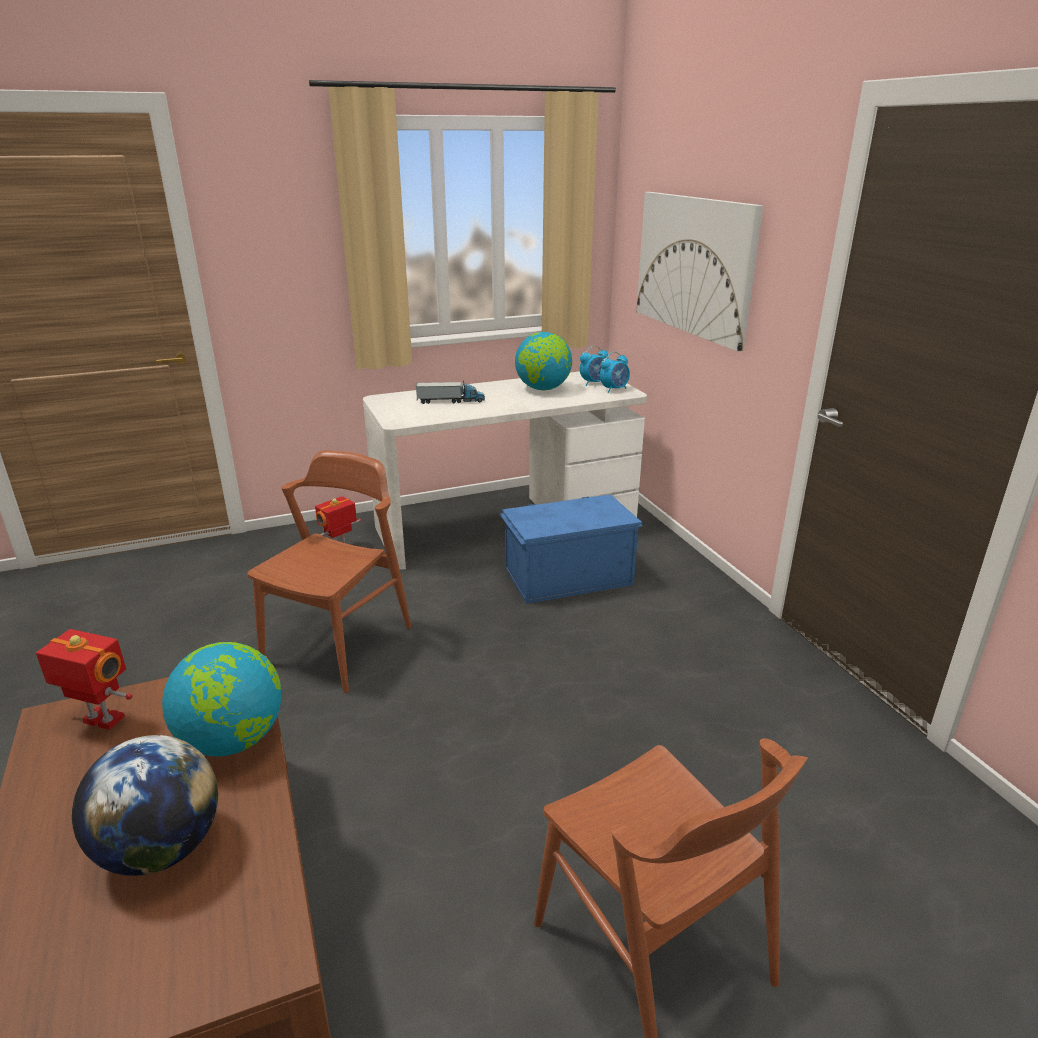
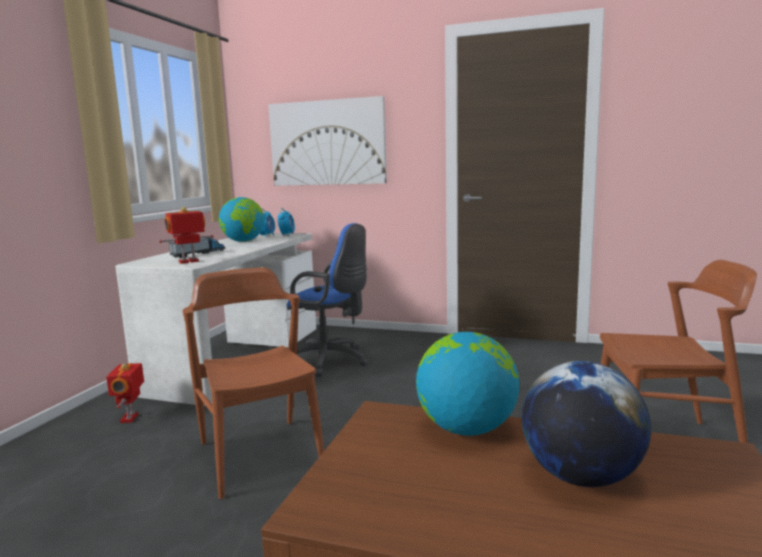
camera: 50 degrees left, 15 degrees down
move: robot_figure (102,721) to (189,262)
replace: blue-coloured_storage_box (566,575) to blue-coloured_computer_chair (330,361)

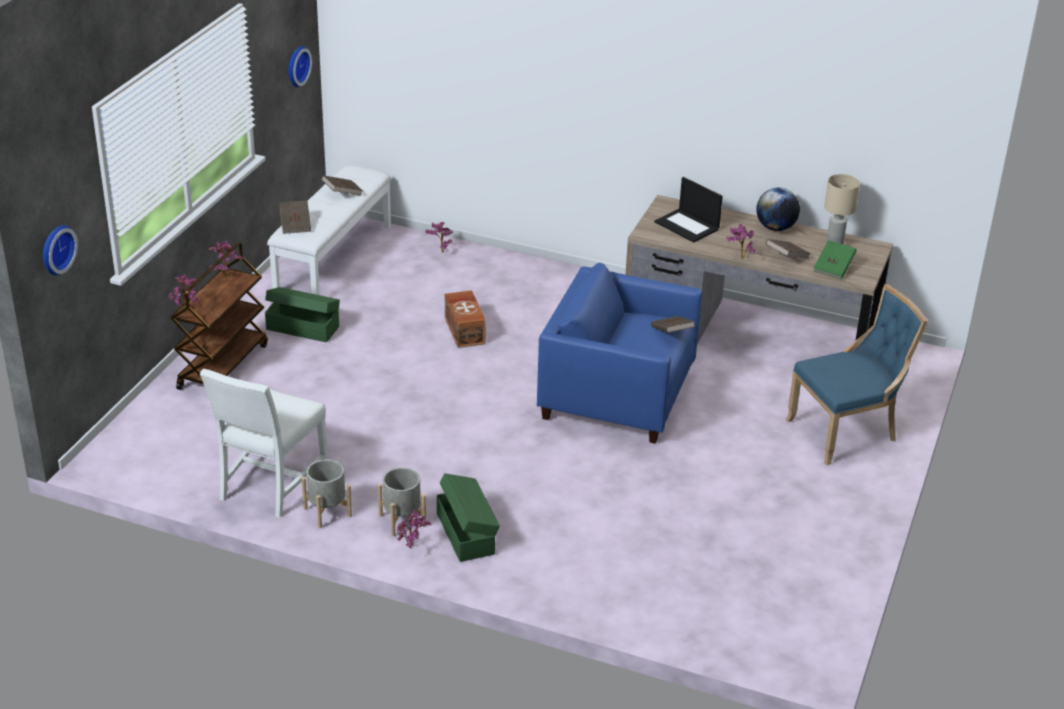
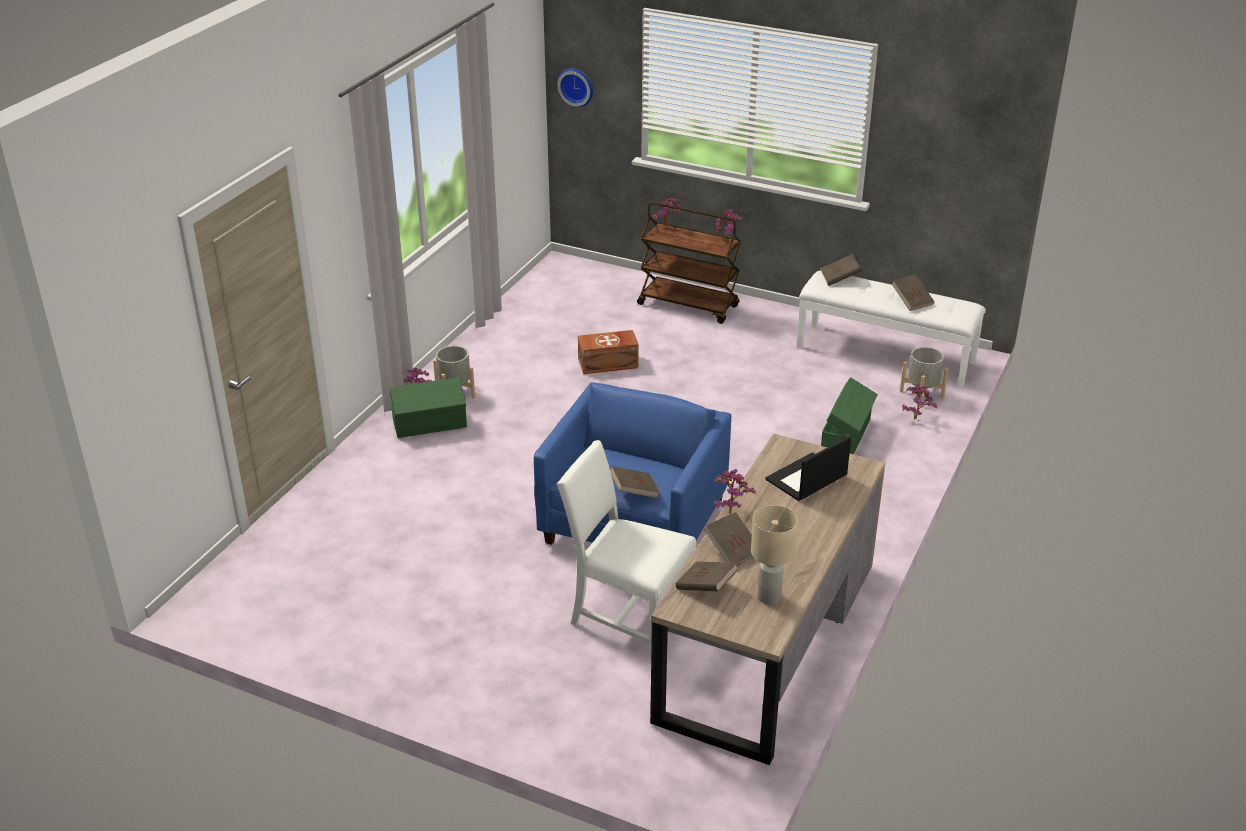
camera: 95 degrees right, 0 degrees up
delete: hanging_clock (296,65); world_globe (775,228); blue-coloured_chair (846,432)
move: white_chair (270,484) to (627,615); green_storage_box (302,327) to (847,434); grey_flower_pot (327,512) to (921,394); brownish_storage_box (465,330) to (609,364)
recolor: green_book (833,268) to brownish_book (706,587)

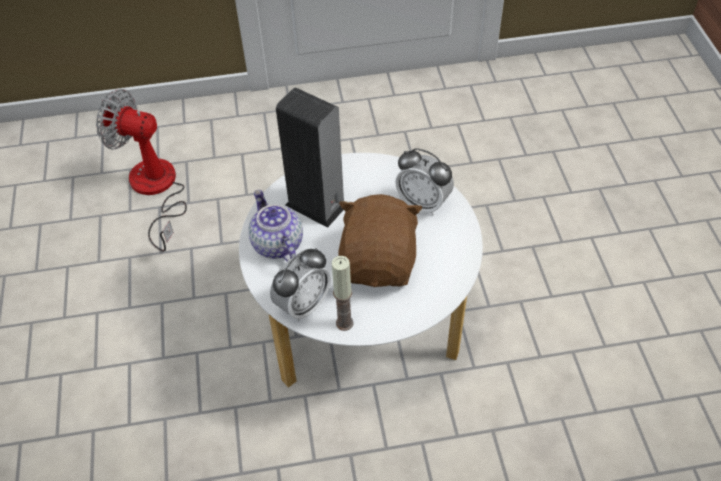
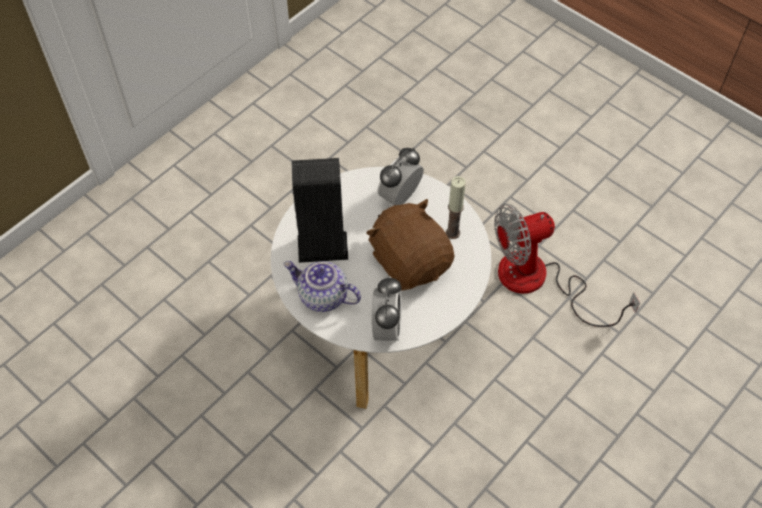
camera: 40 degrees left, 5 degrees up
move: cooling_fan (155,190) to (538,282); wax_light (344,323) to (452,233)
rotate: table_clock (423,203) = (400,197) 135 degrees clockwise

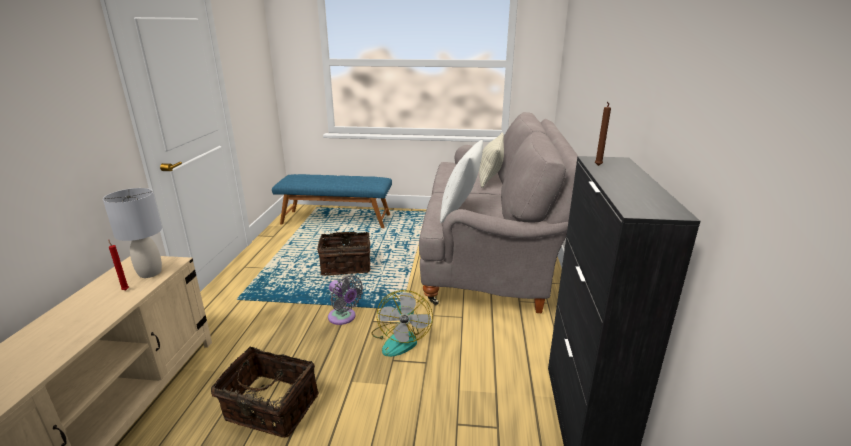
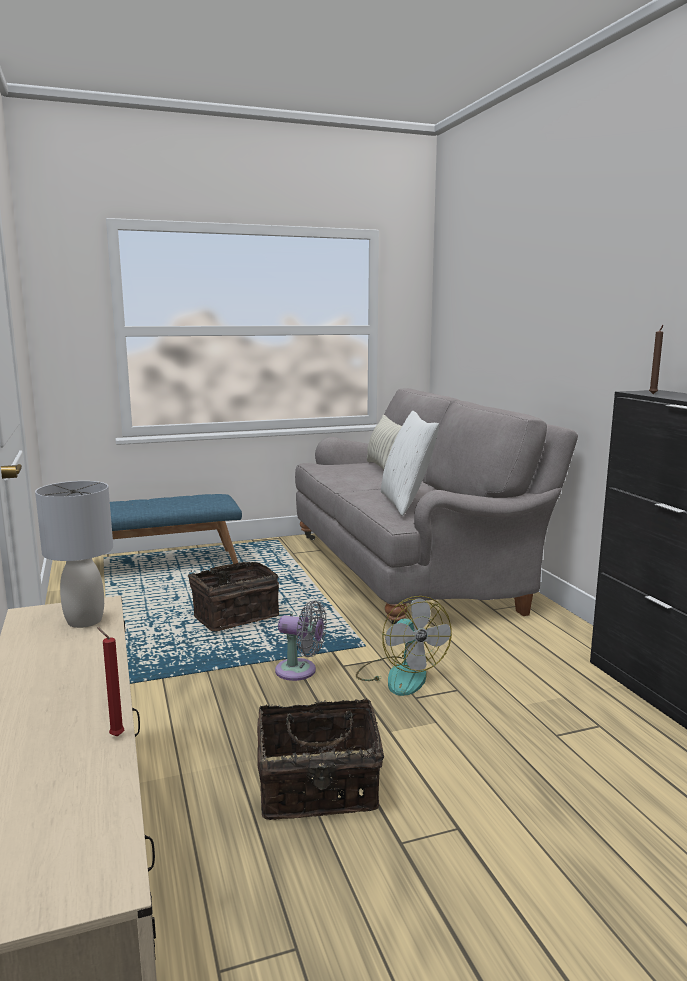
camera: 25 degrees left, 10 degrees down
move: red_wax_light (125,290) to (115,735)

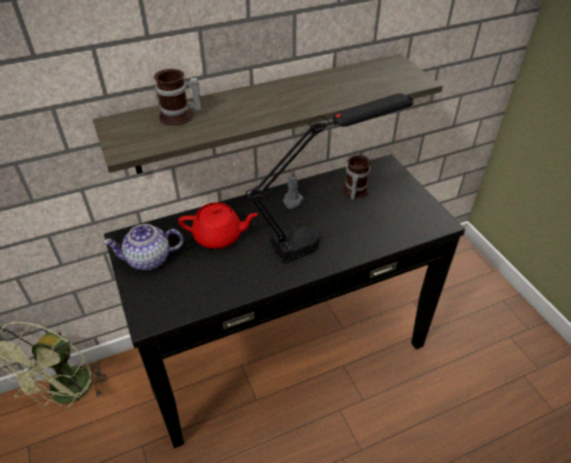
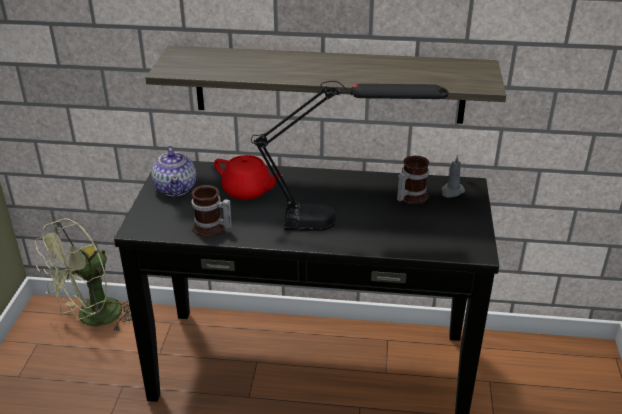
camera: 30 degrees right, 10 degrees down
move: mug (180,117) to (211,229); grey_wax_light (292,201) to (452,191)
rotate: teapot (149,259) = (176,188) 120 degrees counterclockwise

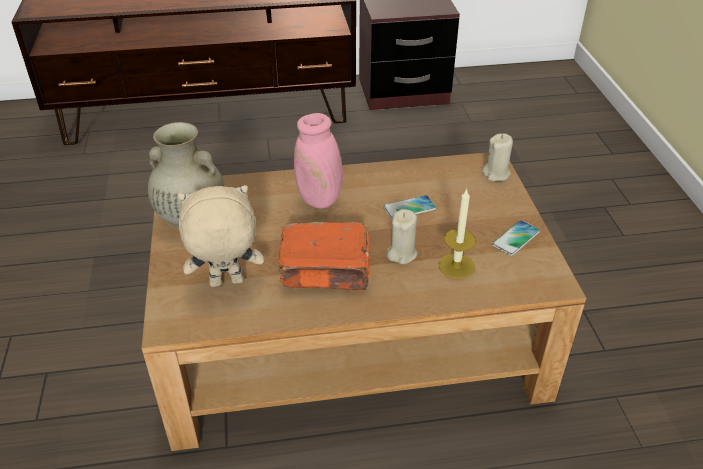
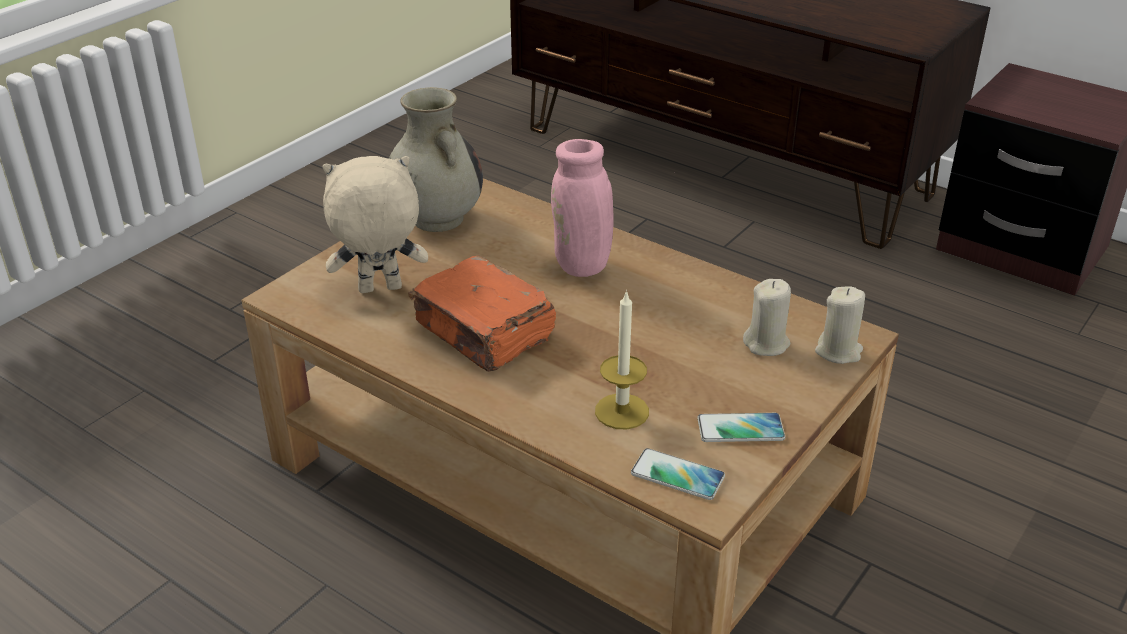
camera: 45 degrees right, 5 degrees down
move: telephone (409,208) to (677,475); sand-coloured_wax_light (401,253) to (766,344)
rotate: sand-coloured_plush_toy (226,283) = (379,290) 45 degrees counterclockwise

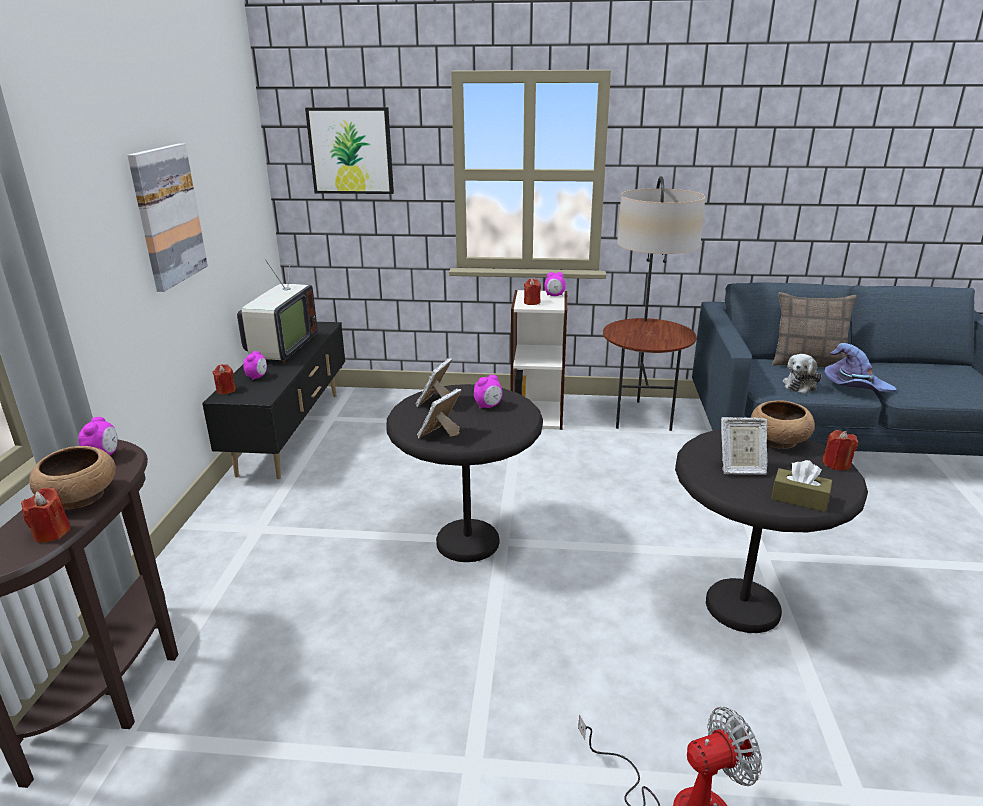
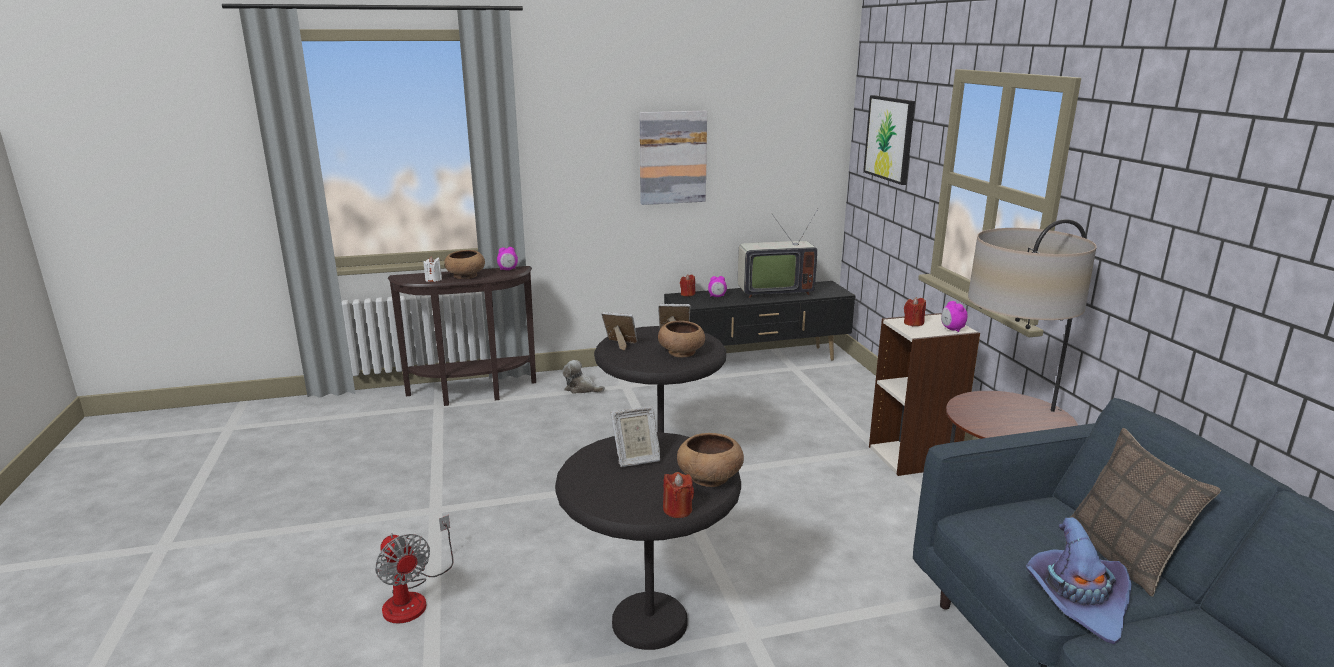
camera: 70 degrees right, 5 degrees down
delete: brownish_box_of_tissues (799,499)
move: plush_toy (800,385) to (581,389)
replace: table_clock (488,406) to brownish_deep_dish (681,352)
recolor: red_wax_light (51,533) to white_wax_light (433,280)
rotate: standing_frame (740,468) = (636,459) 90 degrees counterclockwise

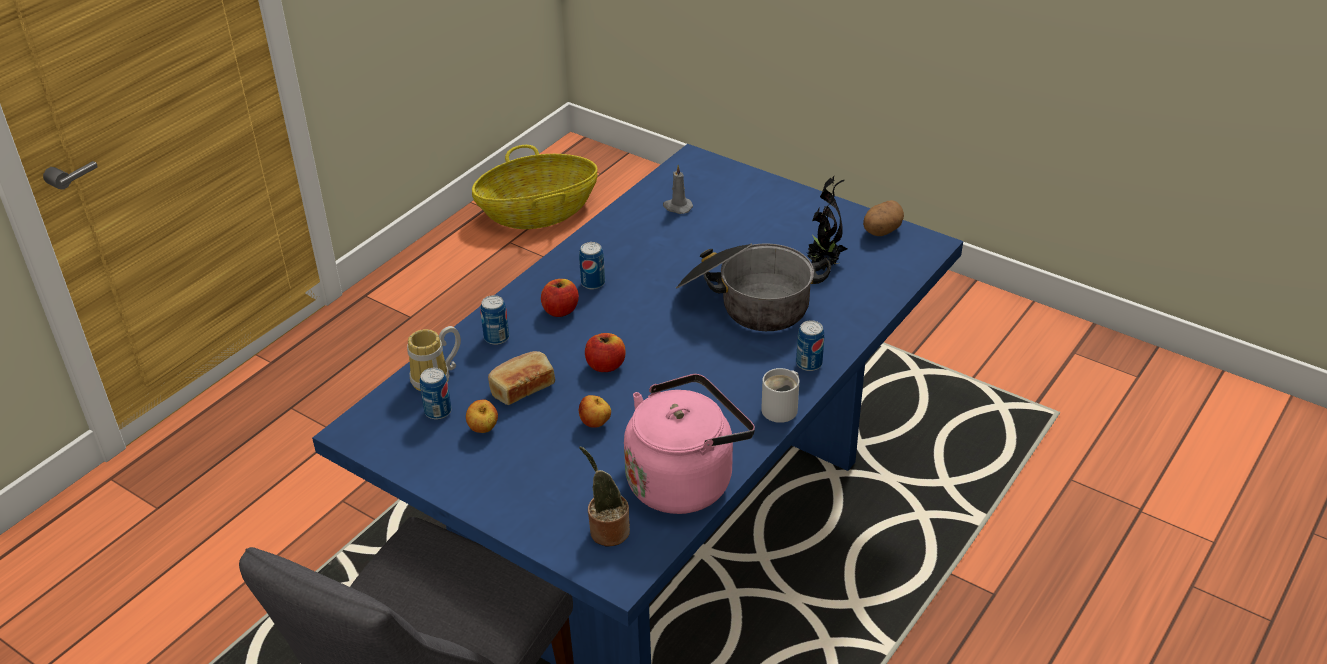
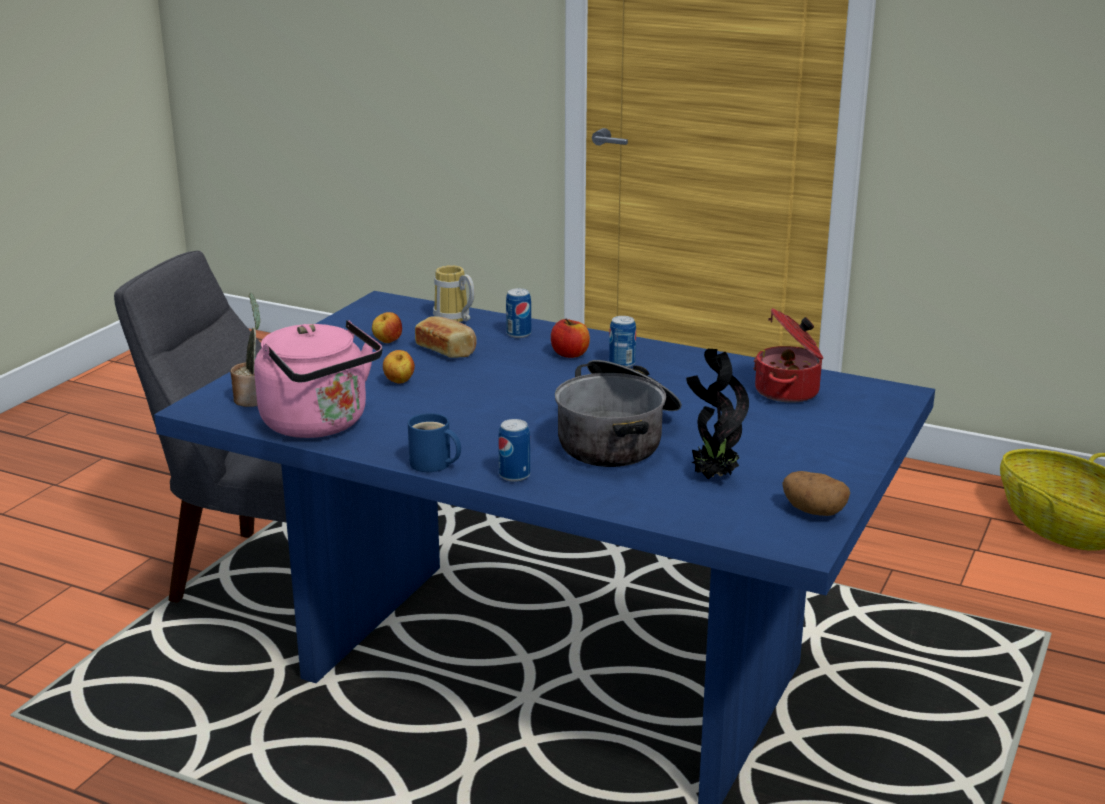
camera: 80 degrees right, 15 degrees down
delete: sealed_can (438,411); apple (605,365)
replace: grey_wax_light (677,207) to cooking_pot (789,391)
recolor: white_mug (782,408) to blue-coloured_mug (433,464)

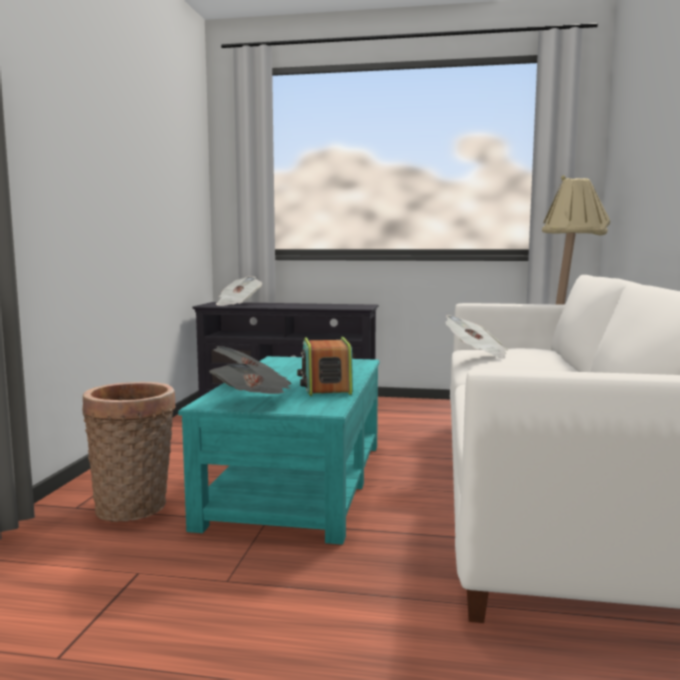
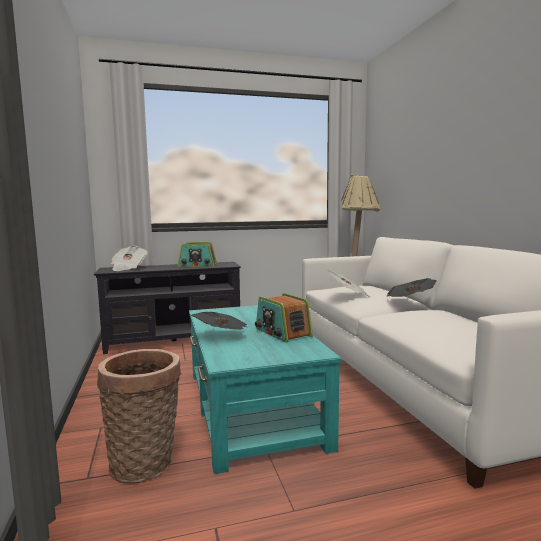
camera: 25 degrees left, 0 degrees up
insert: radio (197,265)
move: printed_paper (254,402) to (410,301)

